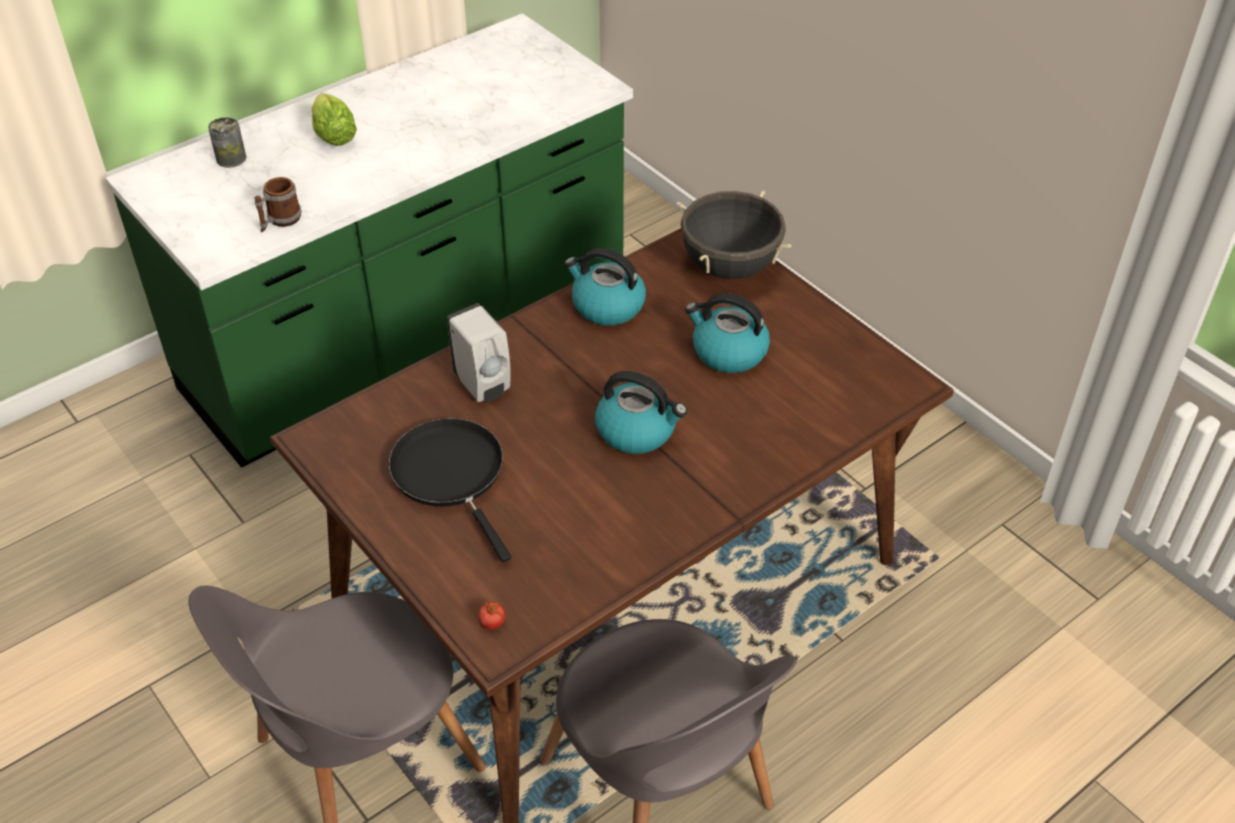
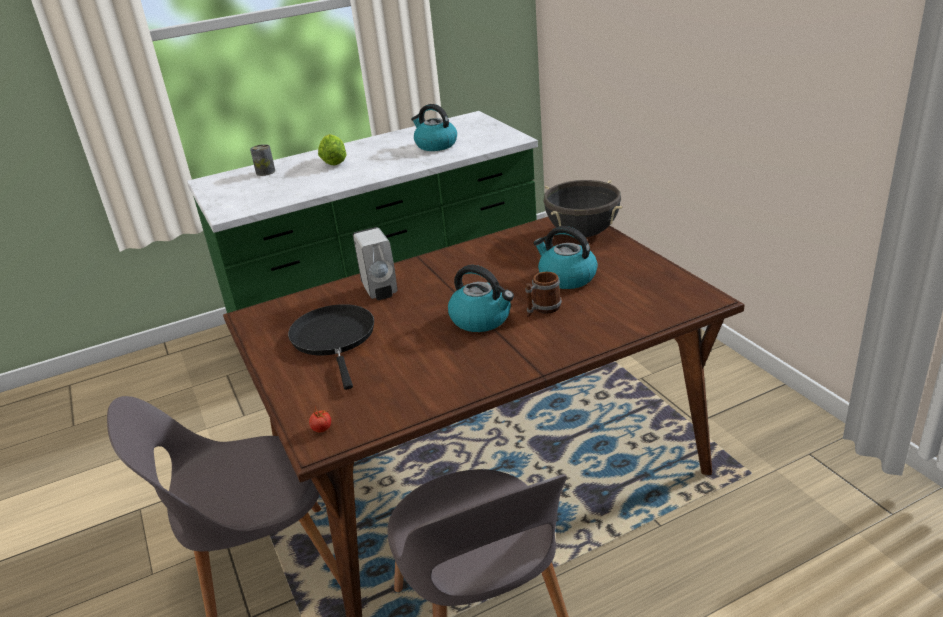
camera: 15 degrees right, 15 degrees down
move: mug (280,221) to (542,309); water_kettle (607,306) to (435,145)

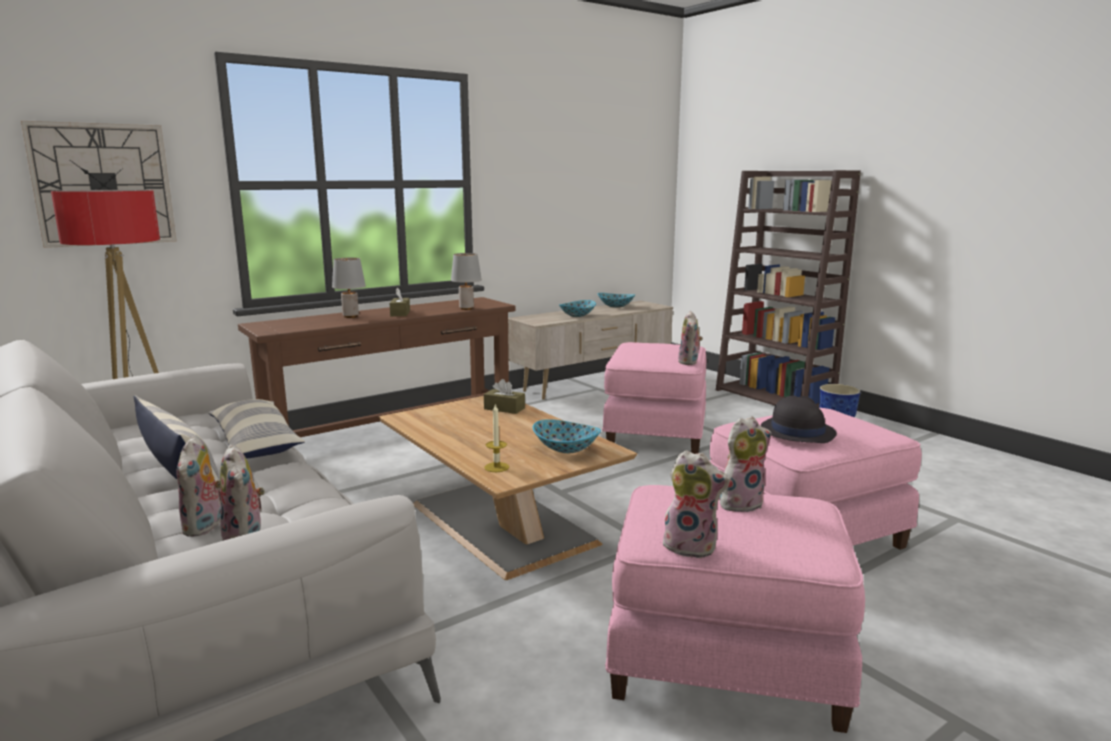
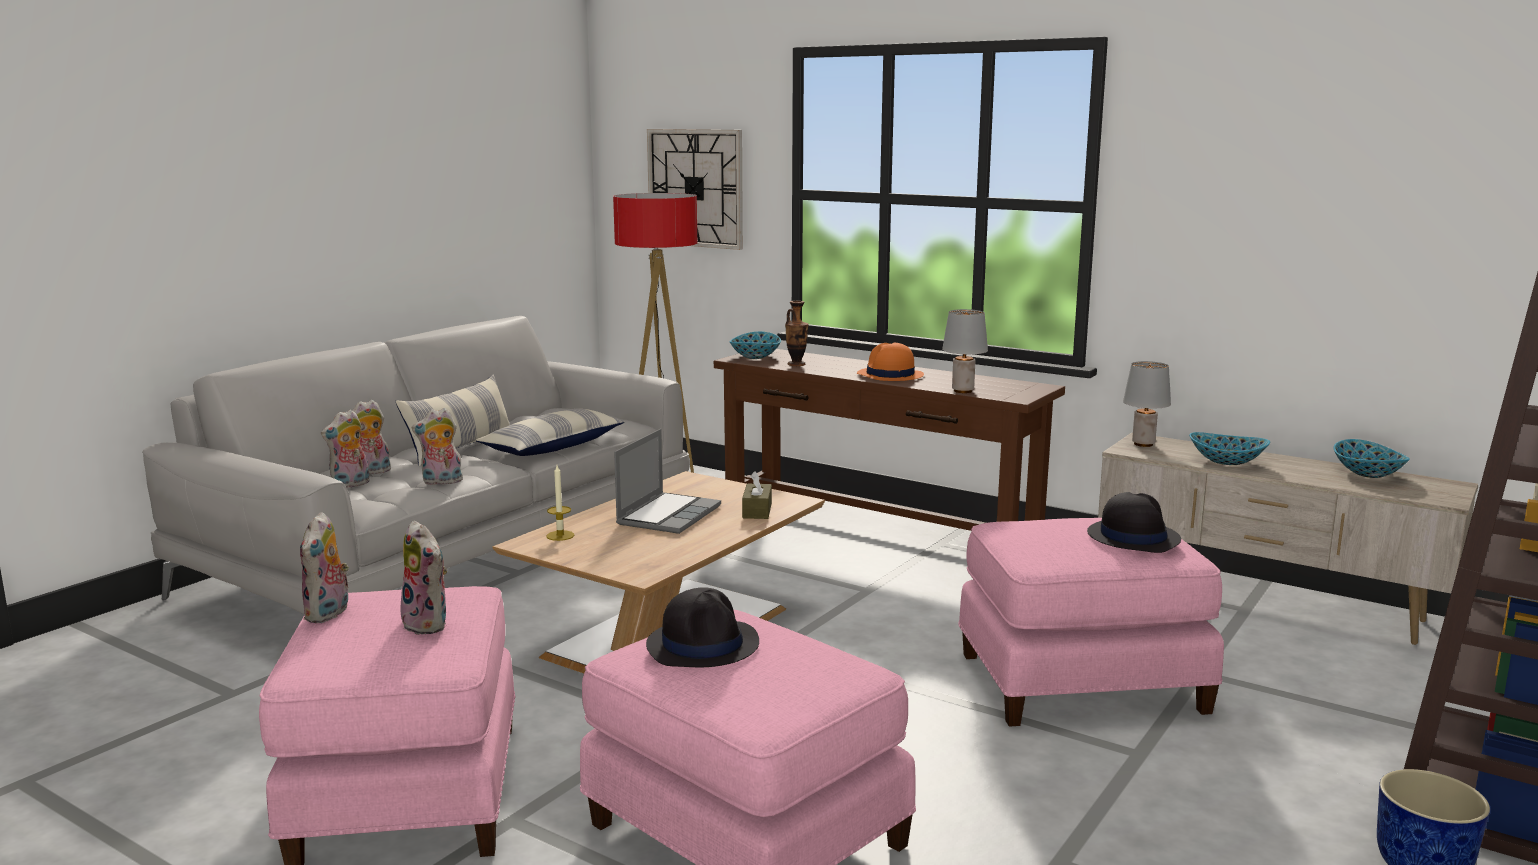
camera: 70 degrees right, 0 degrees up
insert: notebook_computer (668,515); flower_vase (796,364); blackish_hat (1132,537)
move: grey_table_lamp (351,316) to (1144,444); deep_dish (566,449) to (756,357); plush_toy (689,362) to (441,482)
replace: brownish_box_of_tissues (400,313) to orange_hat (890,375)

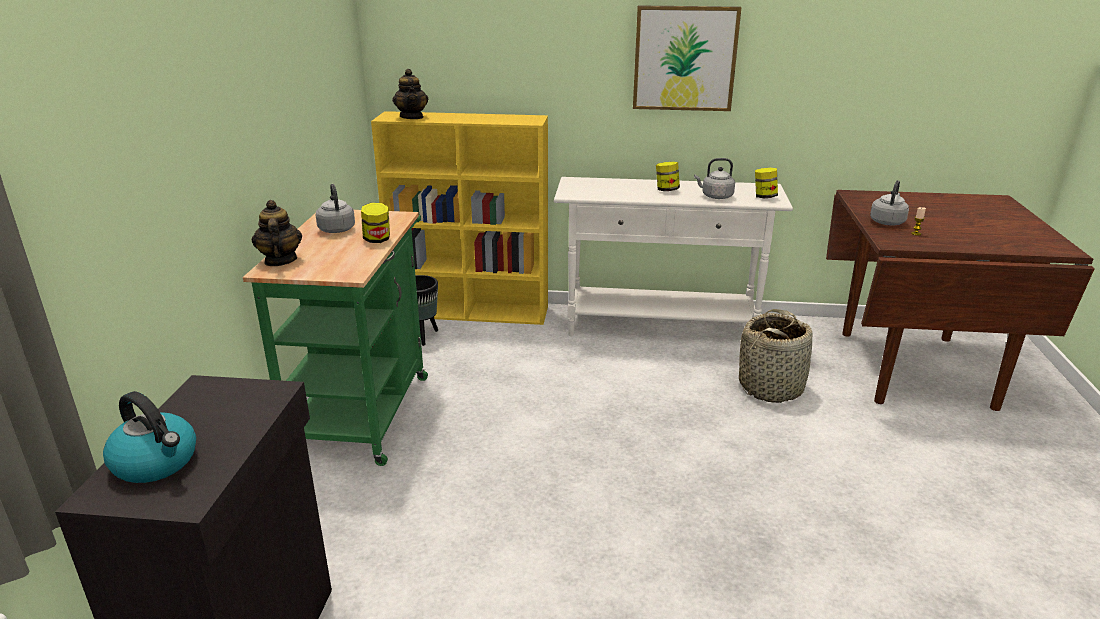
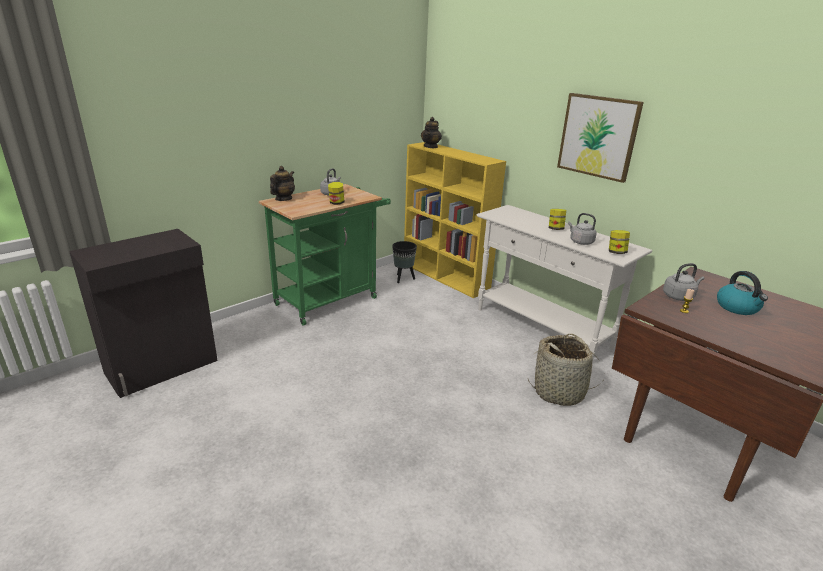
camera: 40 degrees right, 0 degrees up
move: water_kettle (156,462) to (737,308)

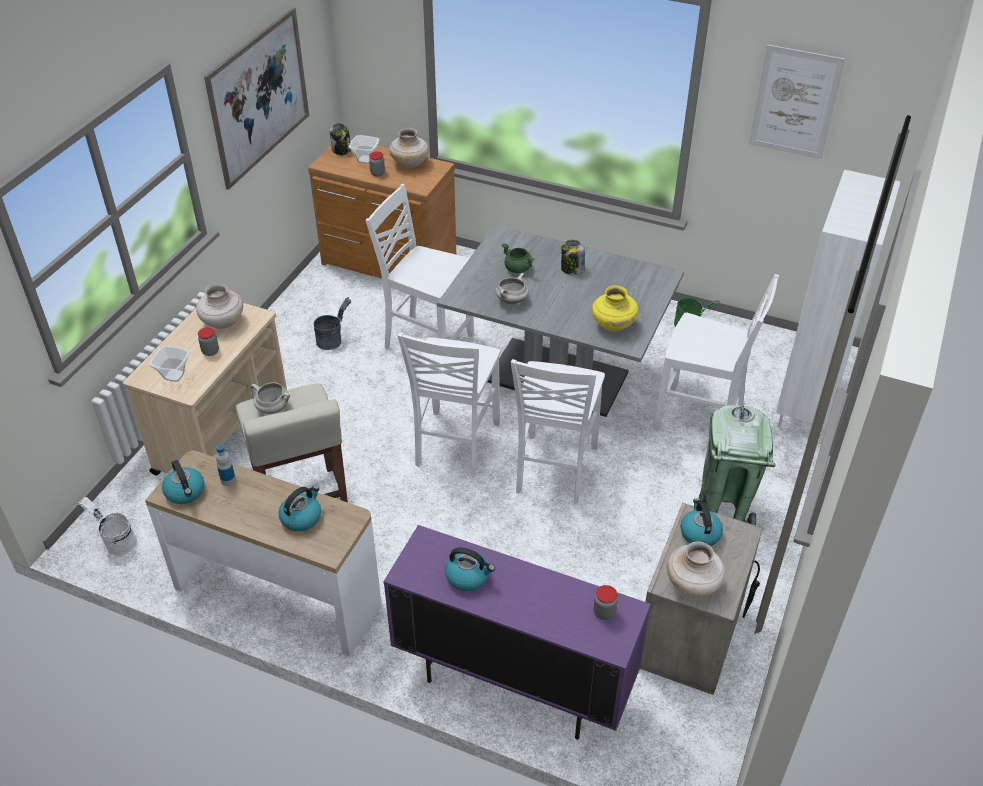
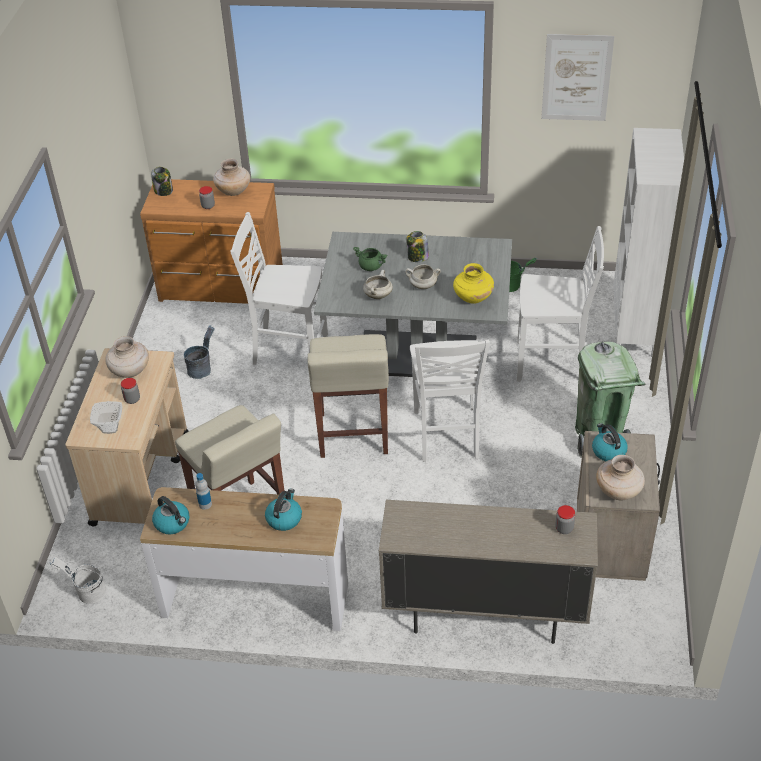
camera: 15 degrees left, 0 degrees up
delete: picture (259,97); deep_dish (365,159); water_kettle (468,576)
move: white_cooking_pot (272,408) to (422,286)
replace: white_chair (455,445) to sand-coloured_stool_seat (353,435)
recolor: purple-coloured_cabinet (513,683) to sand-coloured_cabinet (484,615)

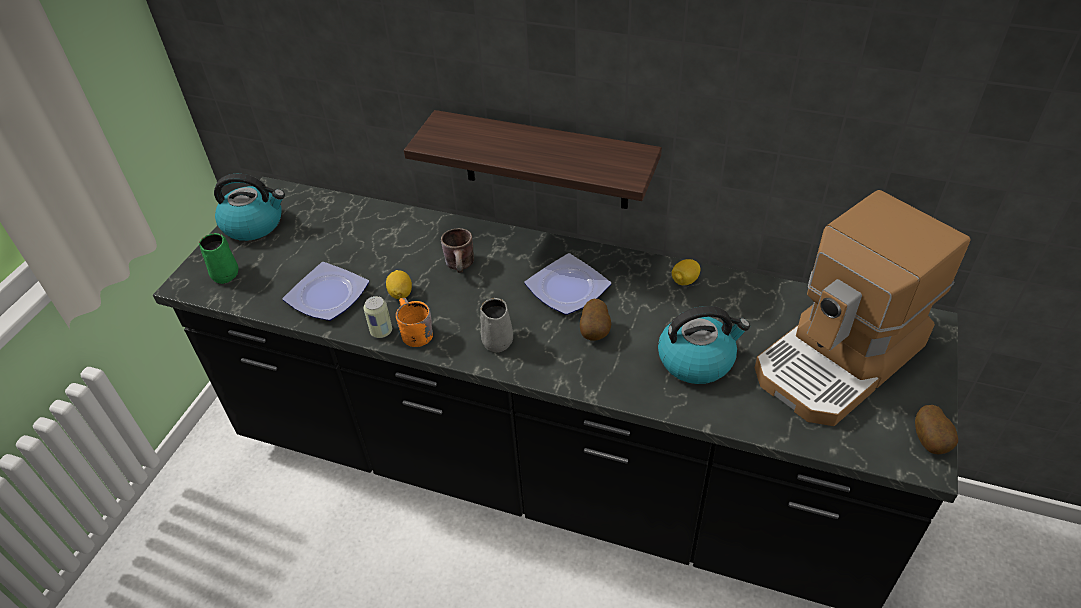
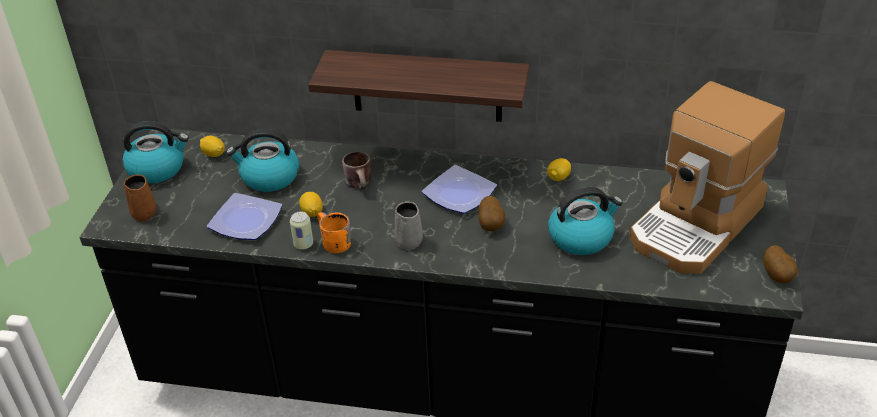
camera: 10 degrees left, 5 degrees down
insert: citrus_fruit (214,154); water_kettle (269,177)
recolor: green_mug (226,273) to brownish_mug (144,212)

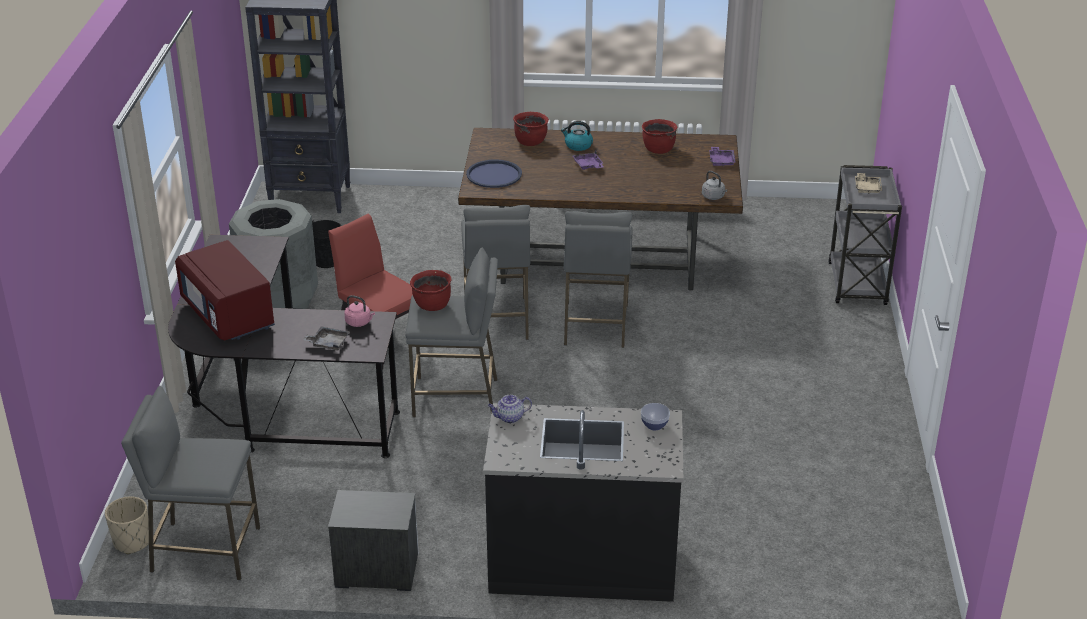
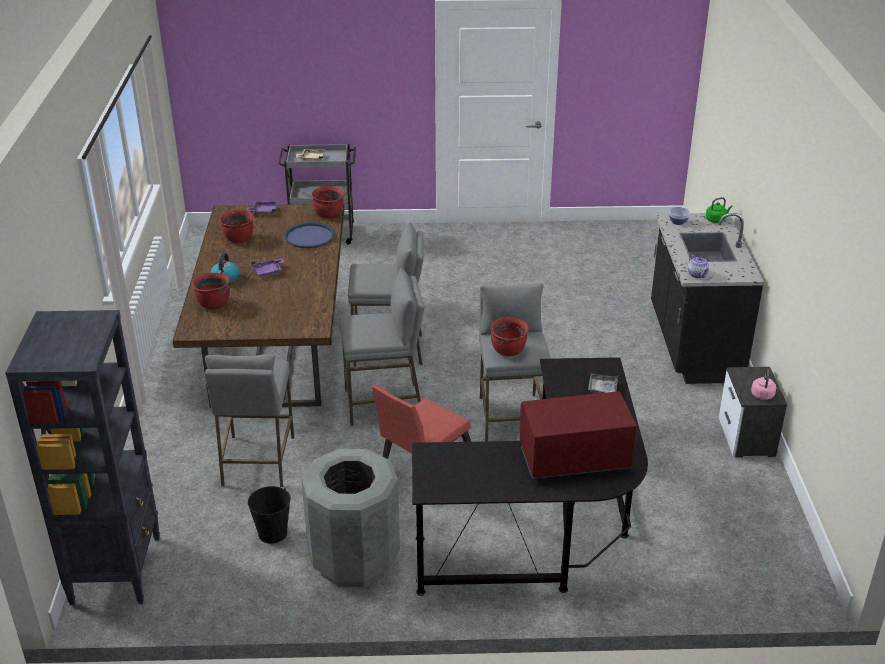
camera: 95 degrees left, 0 degrees up
delete: sand-coloured_flower_pot (132,542)
insert: green_water_kettle (716,220)
move: grey_stool_seat (205,550) to (257,461); pinkish_water_kettle (359,322) to (762,394); blue-coloured_serving_tray (494,175) to (309,236)
replace: grey_water_kettle (714,197) to red_cooking_pot (329,214)
rotate: red_kitchen_microwave (229,315) = (574,458) 150 degrees counterclockwise

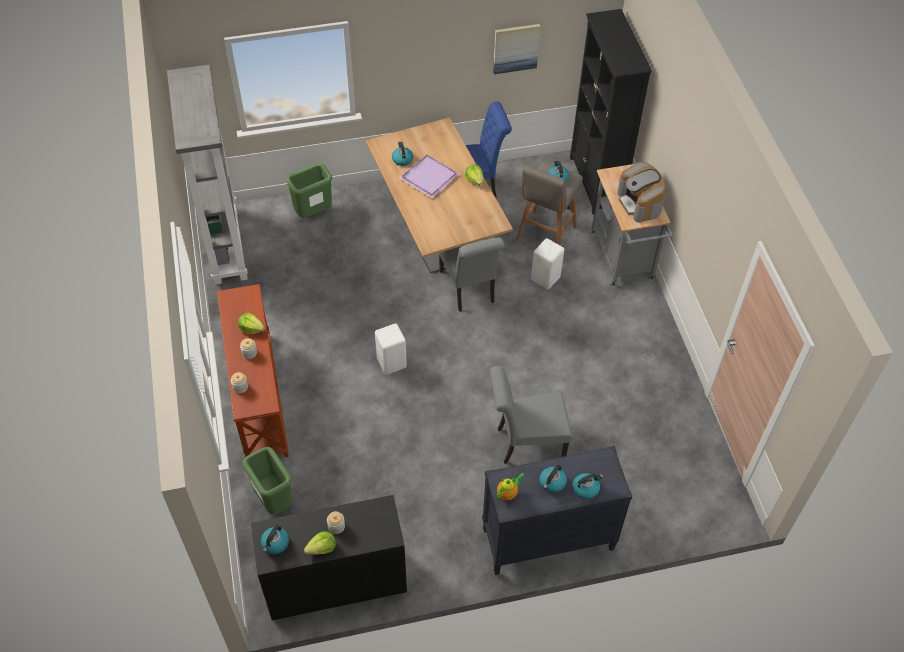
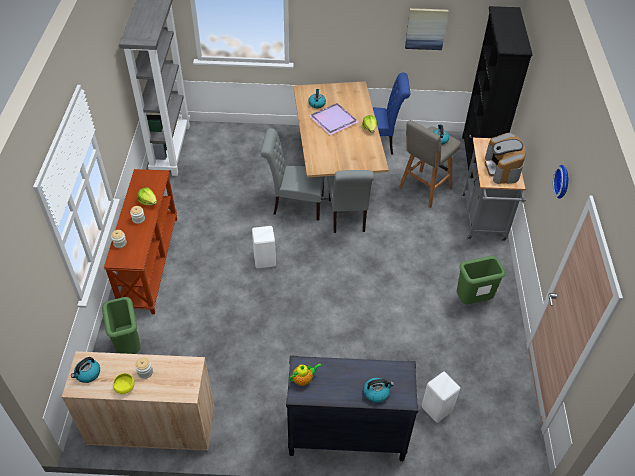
camera: 15 degrees right, 5 degrees down
delete: water_kettle (552,483)
insert: hanging_clock (563,181)
move: green_trash_can (313,213) to (473,300); grey_chair (526,443) to (294,205); white_stool_seat (546,278) to (438,409)
replace: head_of_lettuce (322,548) to yellow-coloured_deep_dish (125,388)
recolor: blackish_cabinet (335,582) to sand-coloured_cabinet (152,426)

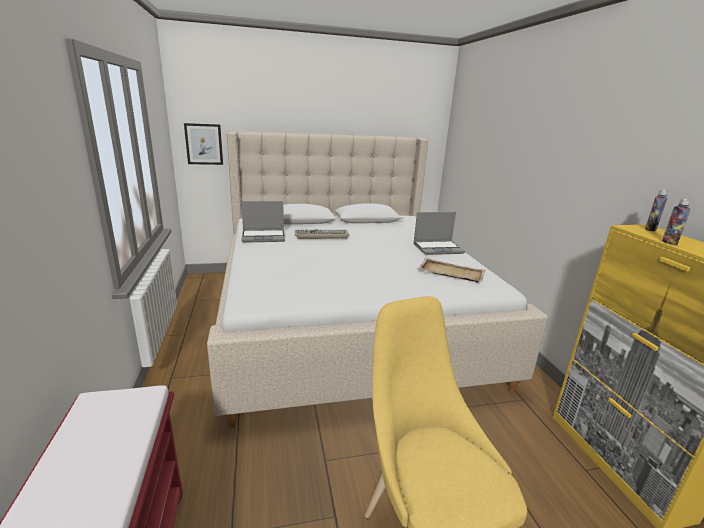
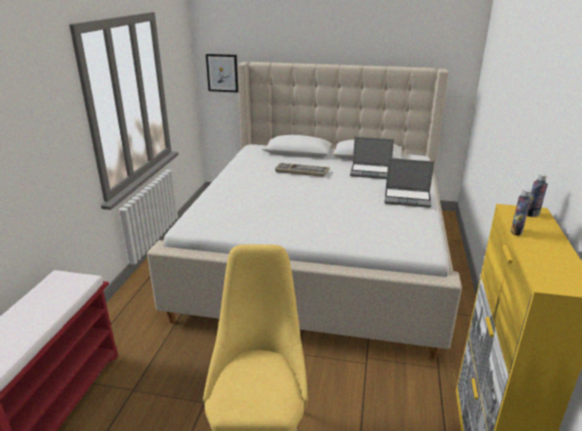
camera: 25 degrees right, 5 degrees up
delete: sand-coloured_serving_tray (450,272)
move: notebook_computer (264,237) to (371,172)

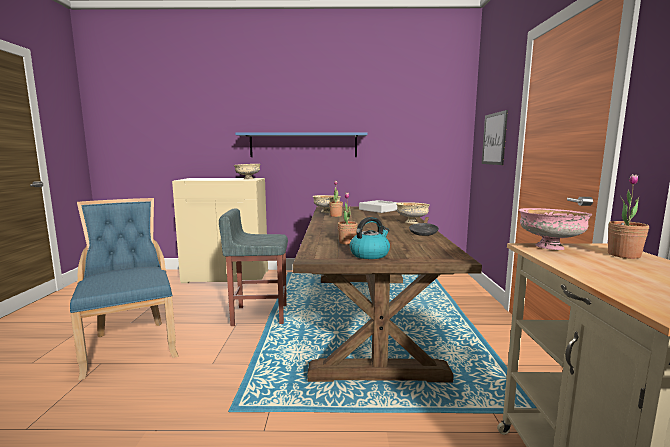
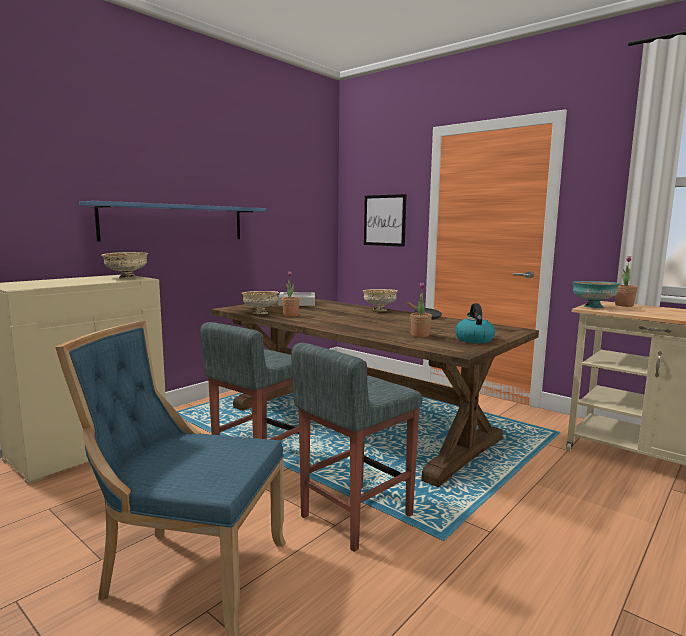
camera: 50 degrees left, 0 degrees up
insert: grey_stool_seat (355,516)
recolor: pinkish_deep_dish (549,247) to blue-green_deep_dish (592,307)

